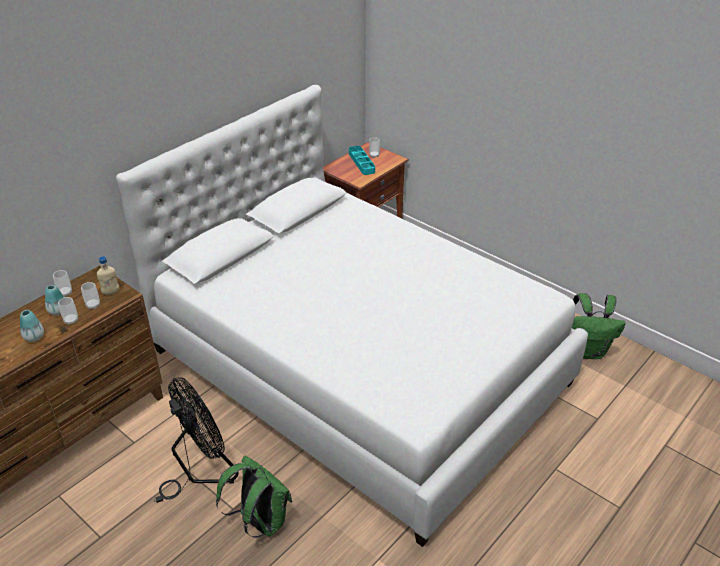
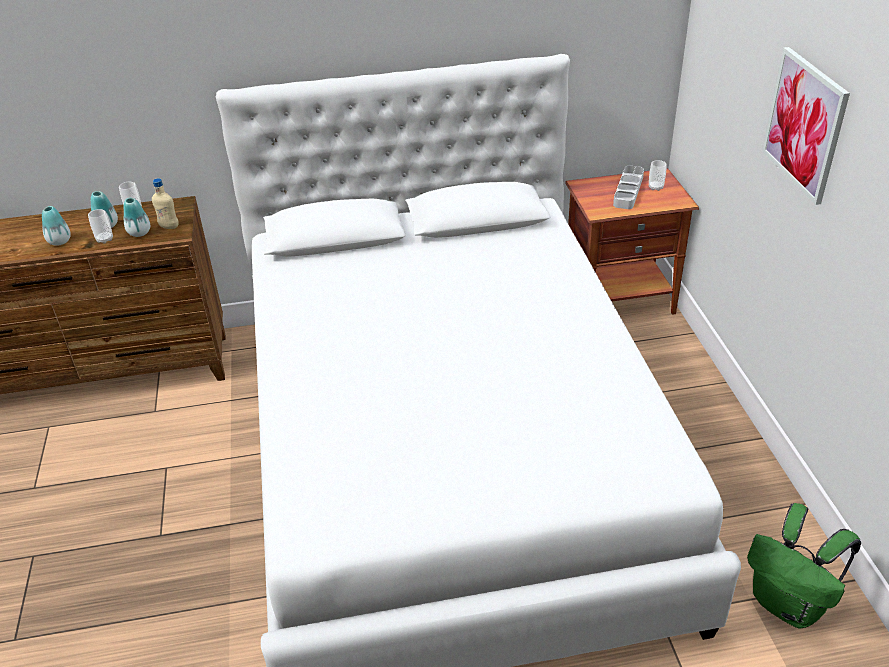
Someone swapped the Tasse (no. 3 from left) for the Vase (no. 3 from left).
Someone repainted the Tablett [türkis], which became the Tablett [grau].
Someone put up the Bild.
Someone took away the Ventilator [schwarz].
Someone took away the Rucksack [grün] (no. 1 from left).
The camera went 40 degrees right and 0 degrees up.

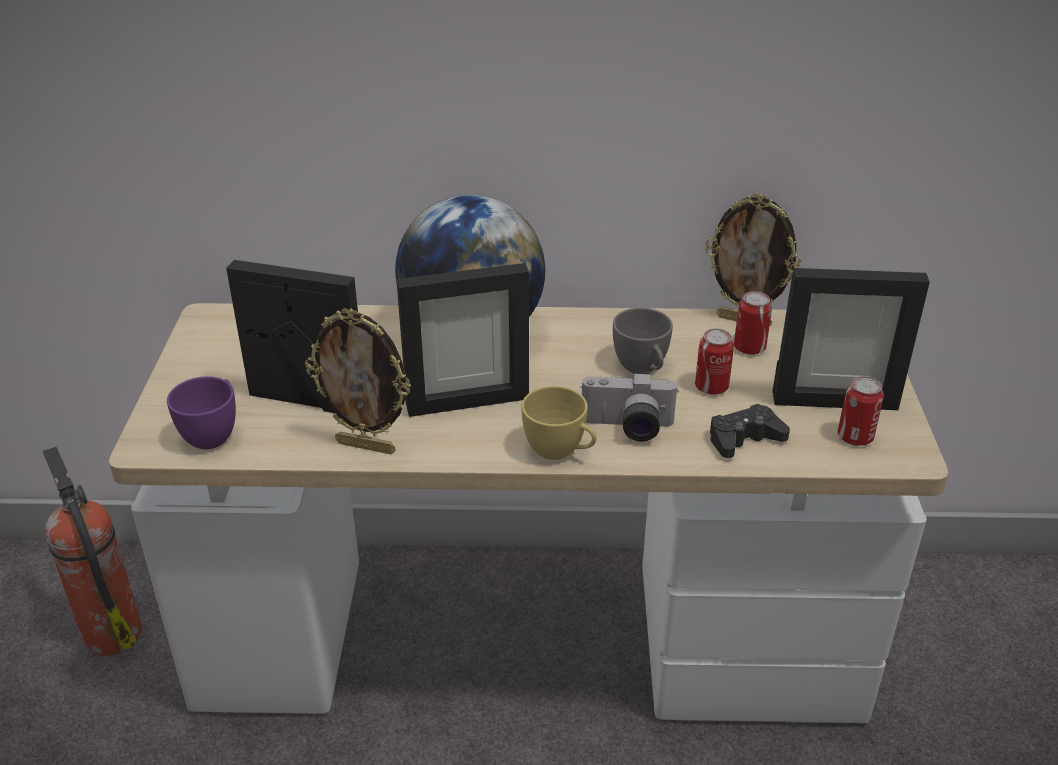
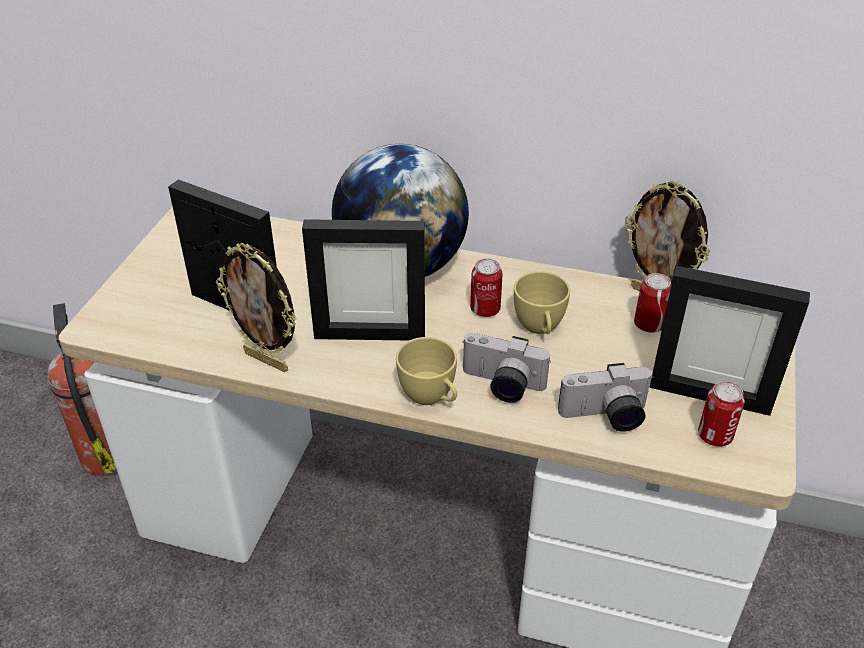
Someone carried the Dose (no. 1 from left).
Someone repainted the Tasse [grau], which became the Tasse [gelb] (no. 2 from left).
Someone swapped the Gamepad [schwarz] for the Kamera (no. 2 from left).
Someone took away the Tasse [lila].
The camera went 15 degrees right and 5 degrees up.

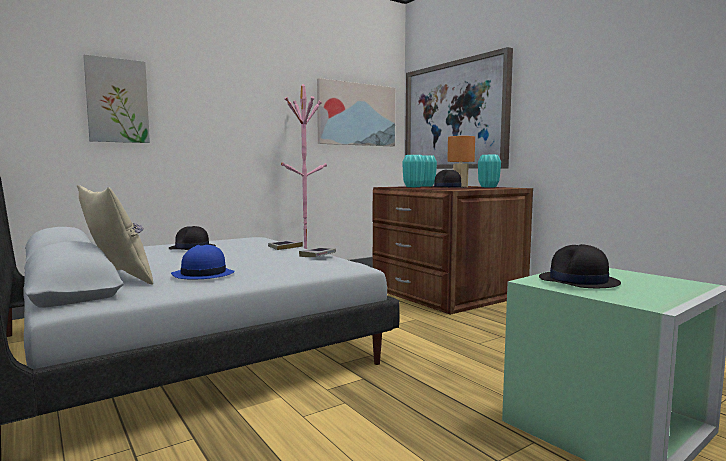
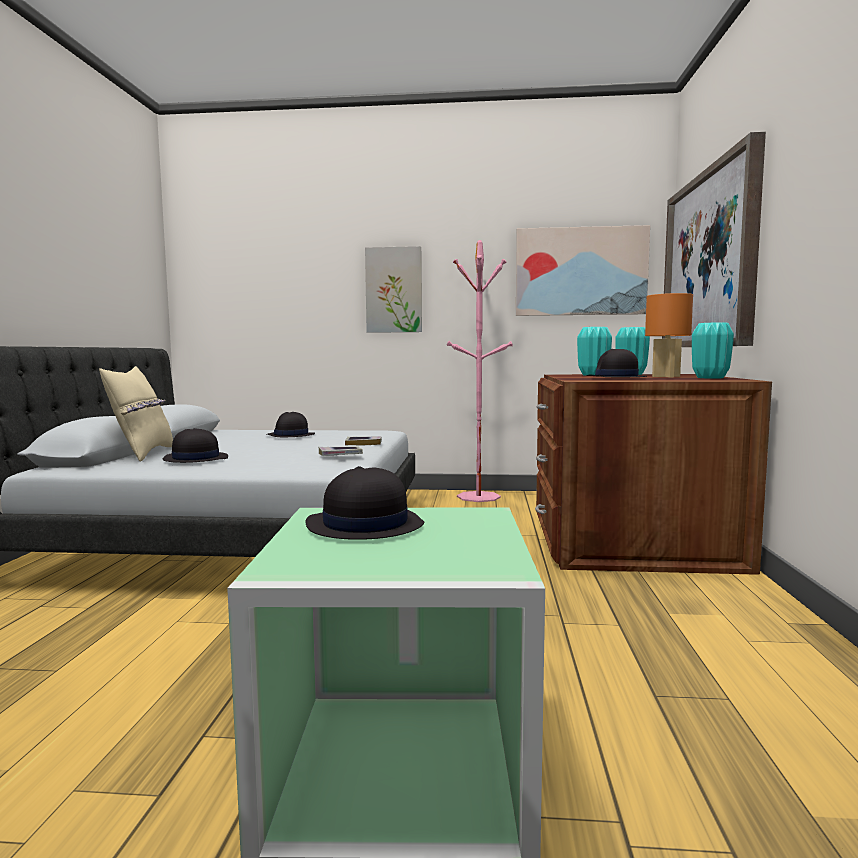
Someone repainted the Hut [blau], which became the Hut [schwarz] (no. 1 from left).
Someone carried the Bild (no. 1 from left).
The camera went 40 degrees right and 0 degrees up.

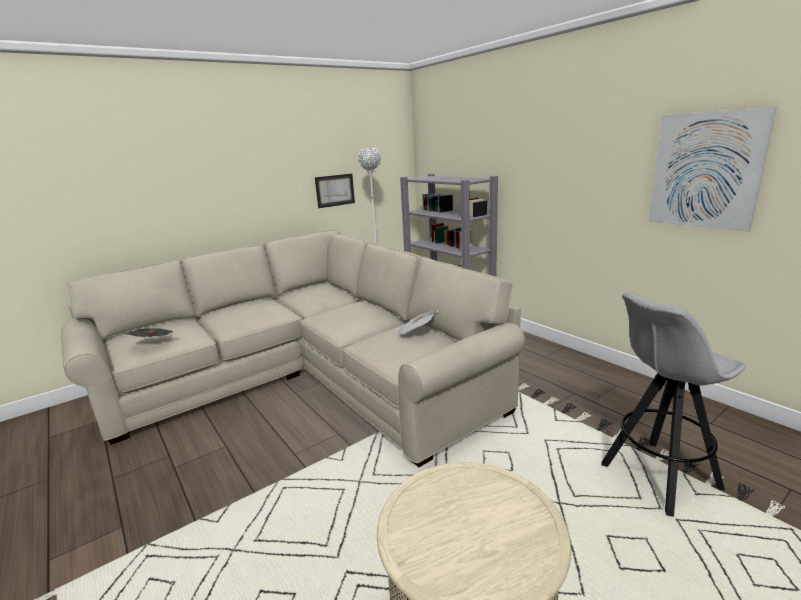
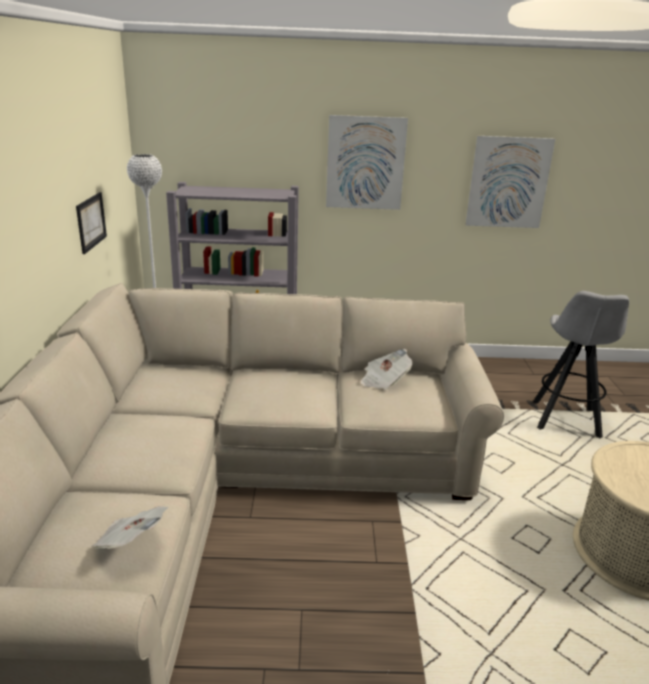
Someone put up the Bild (no. 2 from left).
The camera went 55 degrees left and 5 degrees up.

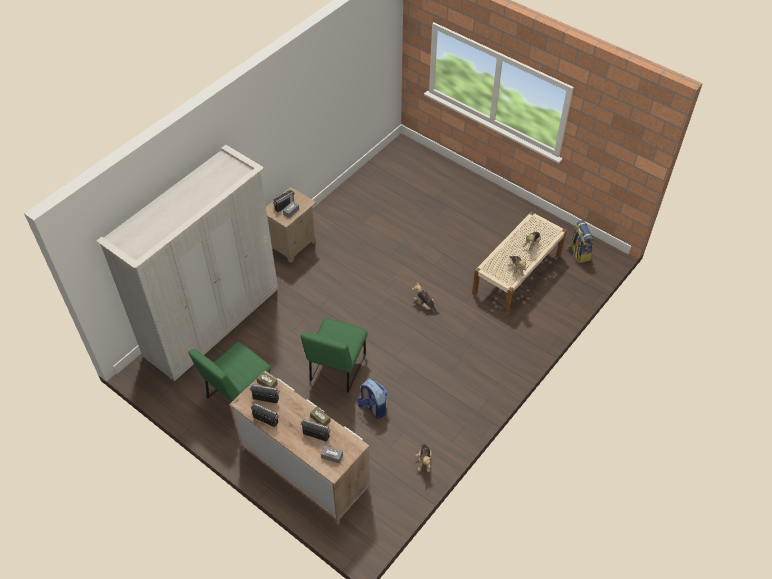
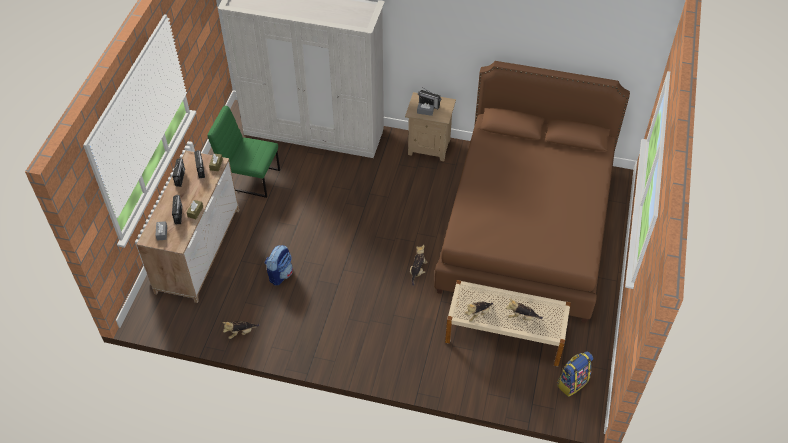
Someone put down the Bett [braun].
Someone took away the Stuhl [grün] (no. 2 from left).
The camera went 65 degrees right and 0 degrees up.

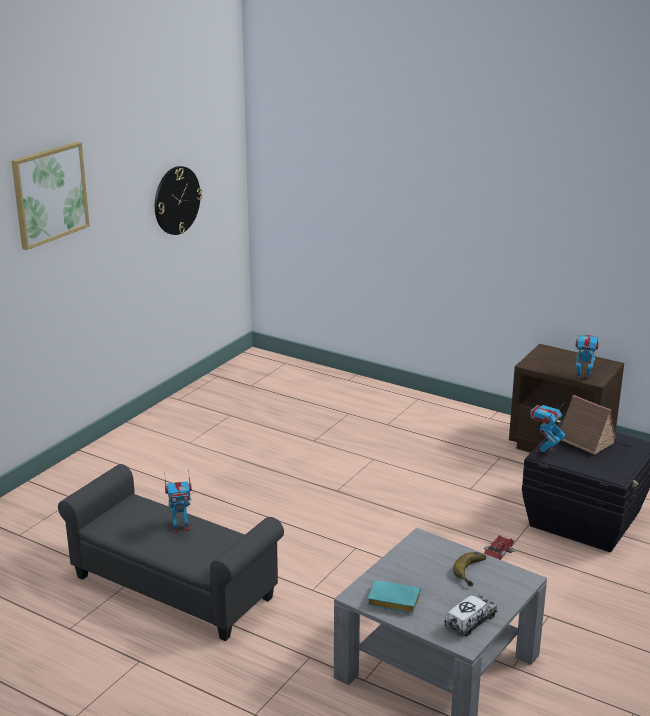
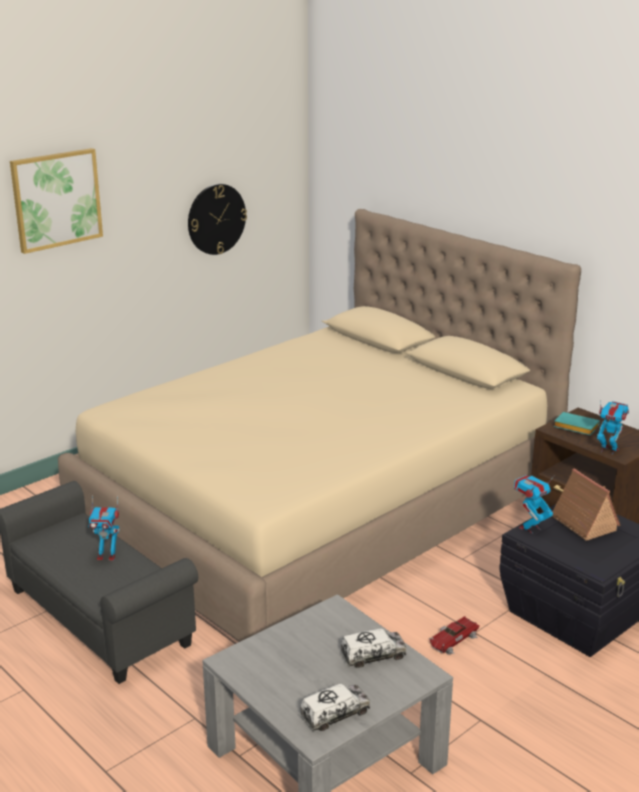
Someone put down the Bett [beige].
Someone swapped the Banane for the Spielzeuglaster (no. 2 from left).
Someone carried the Buch [türkis].
The camera went 15 degrees right and 0 degrees up.

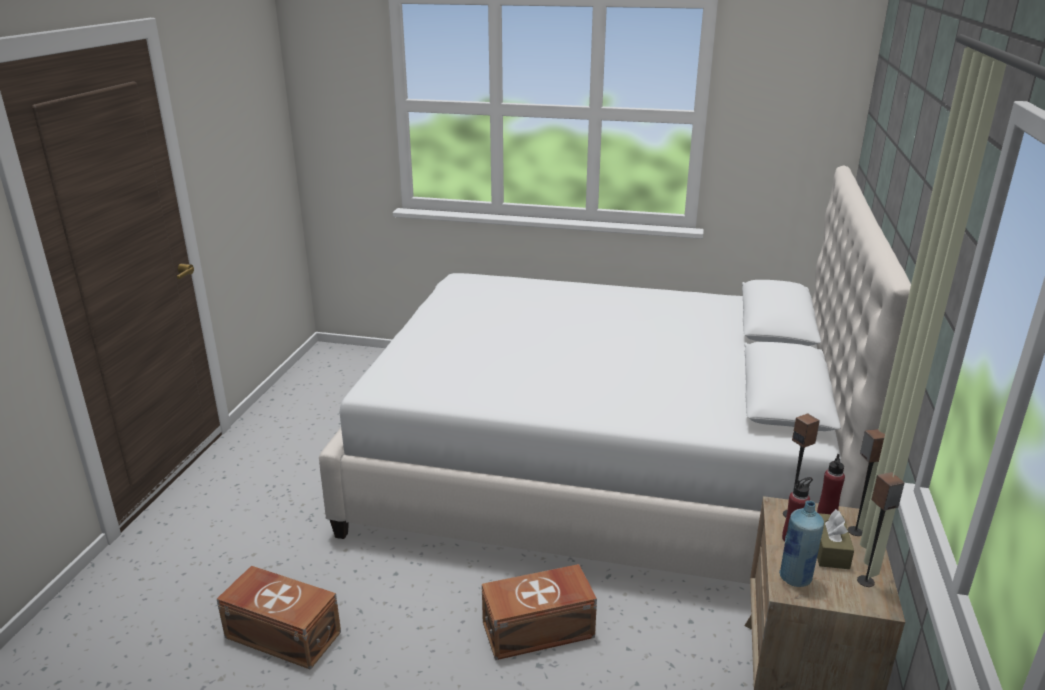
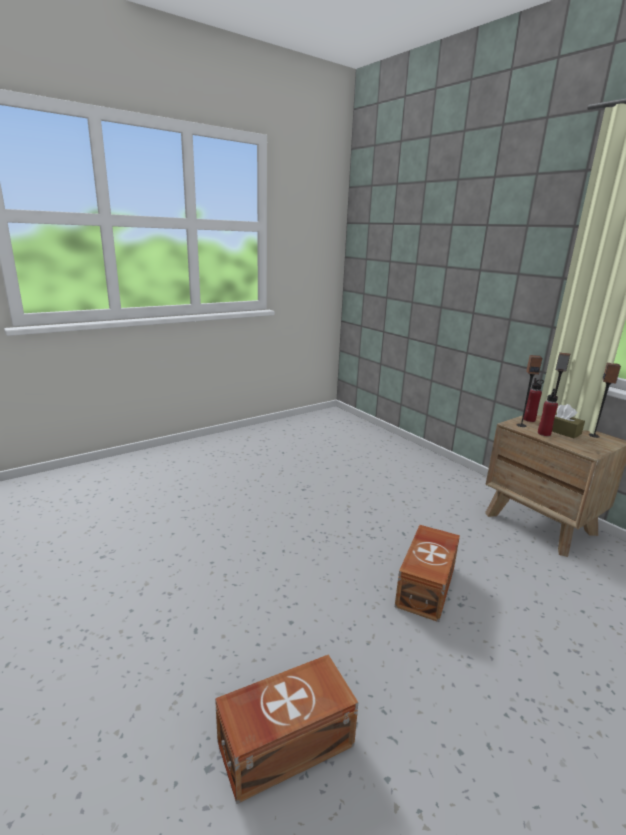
Someone took away the Bett [weiß].
Someone took away the Flasche [blau].
The camera went 50 degrees left and 5 degrees down.

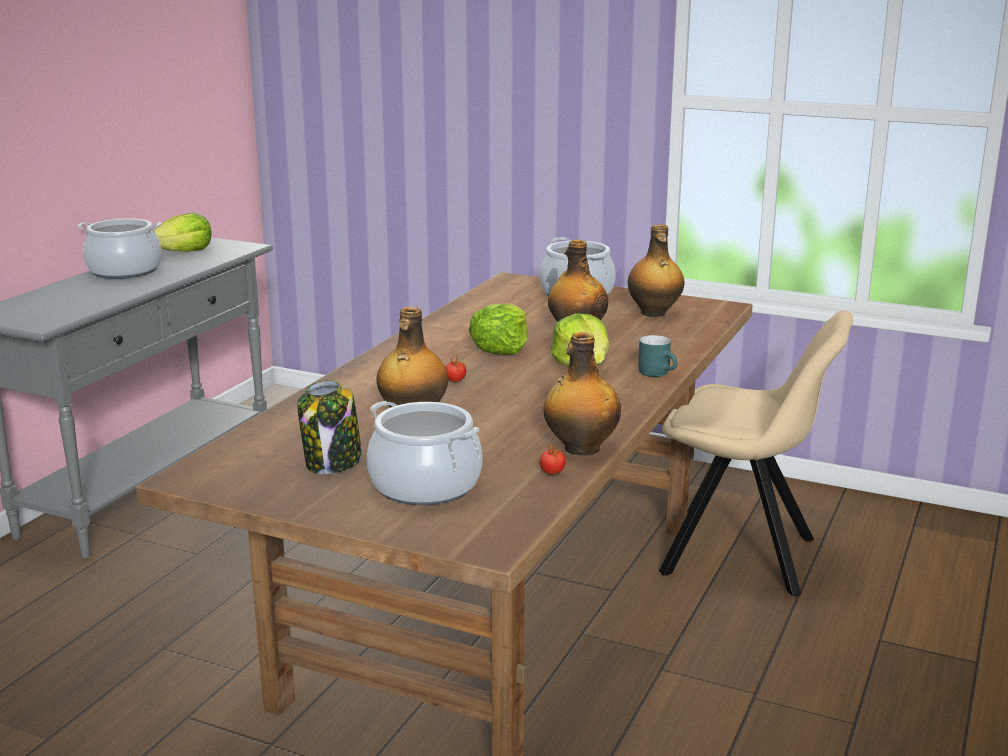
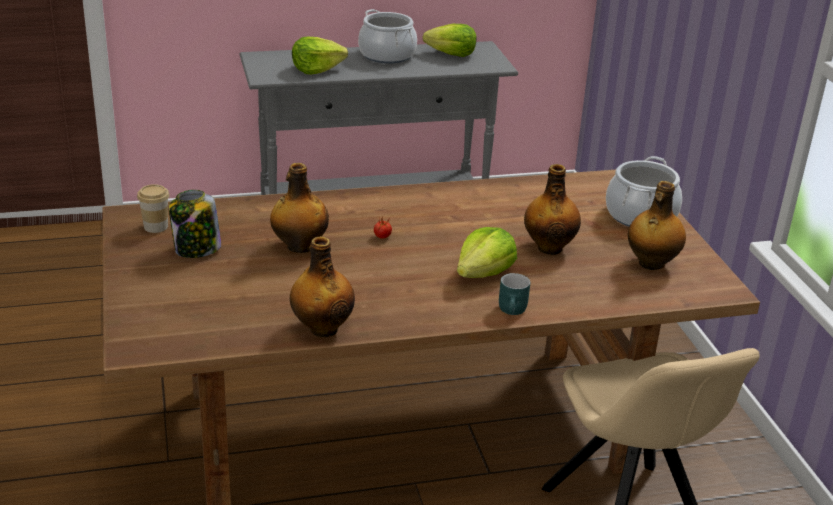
Someone put down the Tasse.
Someone carried the Salatkopf (no. 2 from left in the first image).
Someone took away the Kochtopf (no. 2 from left).
Someone took away the Tomate (no. 2 from left).
The camera went 50 degrees right and 10 degrees up.

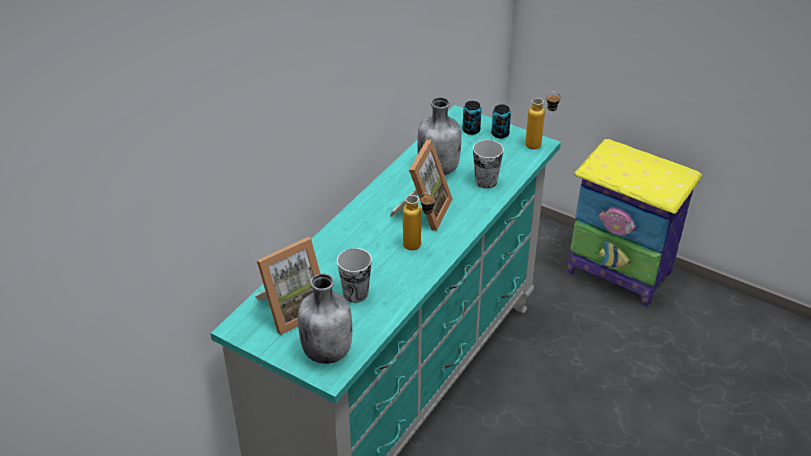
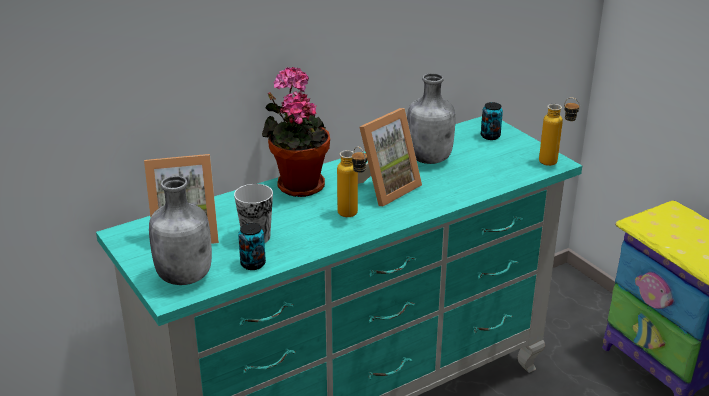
Someone carried the Dose (no. 2 from left in the first image).
Someone put down the Topfpflanze.
Someone took away the Tasse (no. 2 from left).
The camera went 25 degrees right and 10 degrees down.

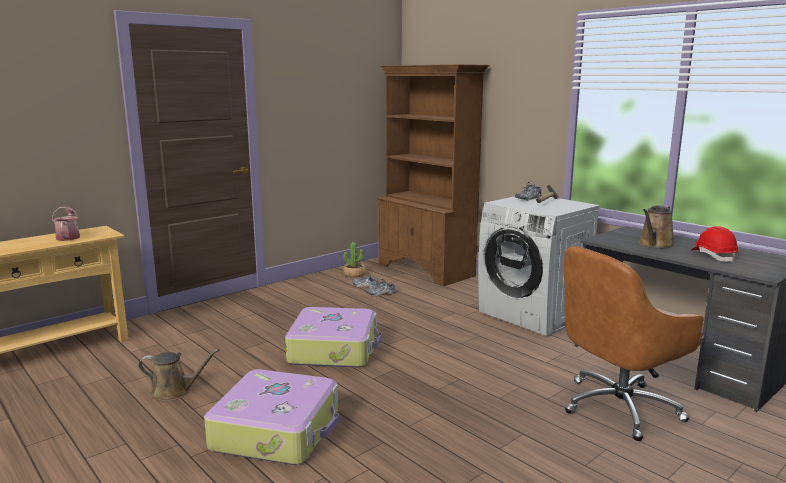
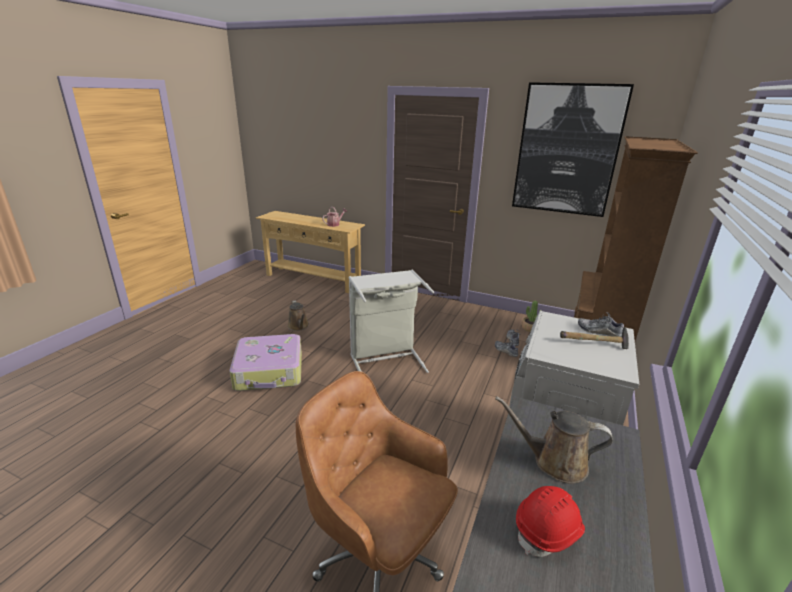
Someone swapped the Koffer (no. 2 from left) for the Wäschekorb [grau].
Someone put up the Bild.
The camera went 65 degrees right and 10 degrees up.

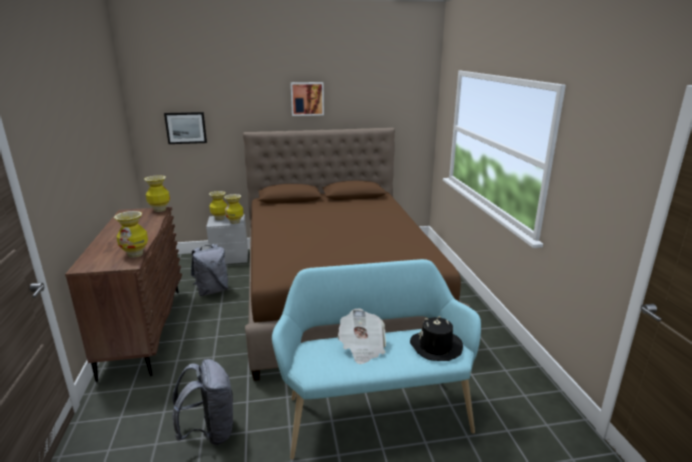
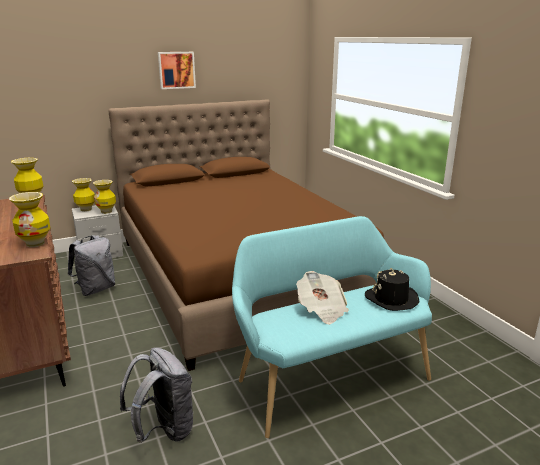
Someone took away the Bild (no. 1 from left).
The camera went 15 degrees left and 0 degrees up.

